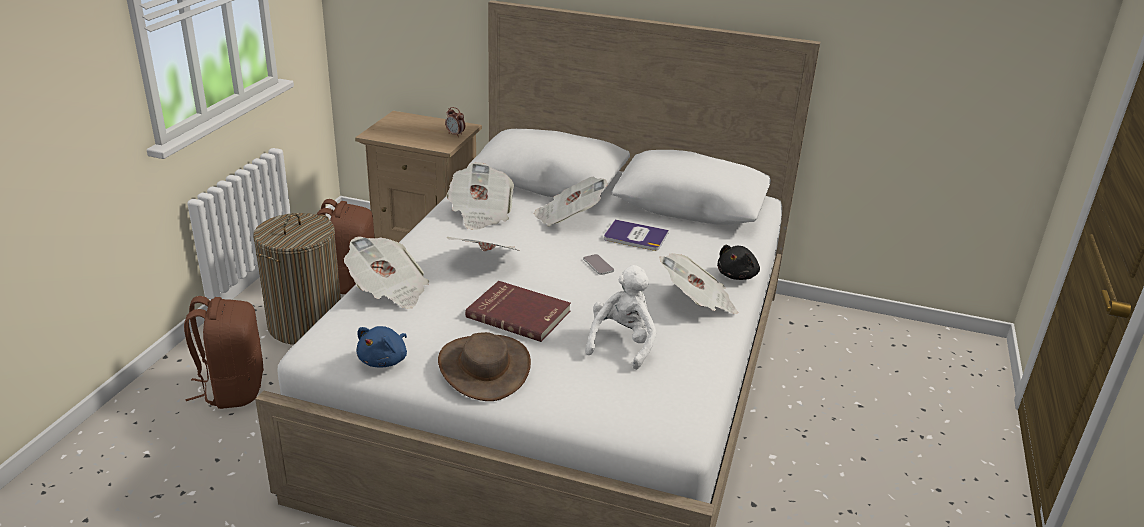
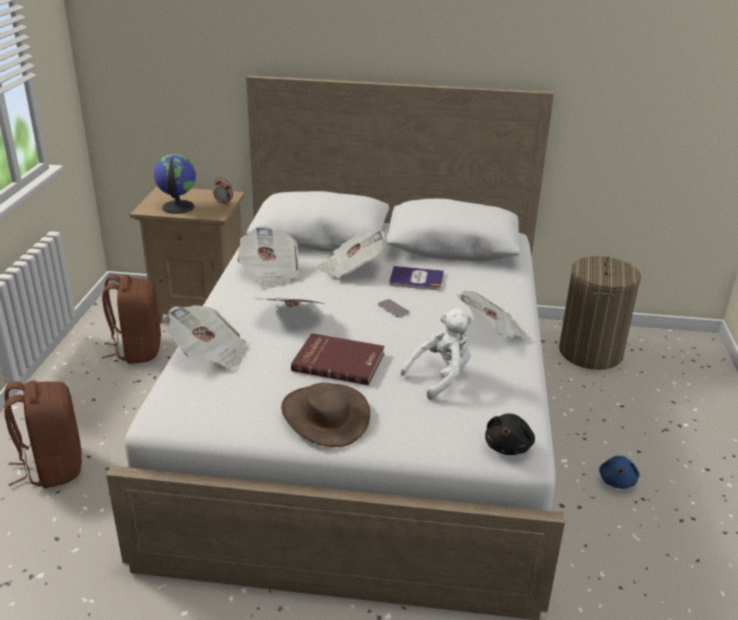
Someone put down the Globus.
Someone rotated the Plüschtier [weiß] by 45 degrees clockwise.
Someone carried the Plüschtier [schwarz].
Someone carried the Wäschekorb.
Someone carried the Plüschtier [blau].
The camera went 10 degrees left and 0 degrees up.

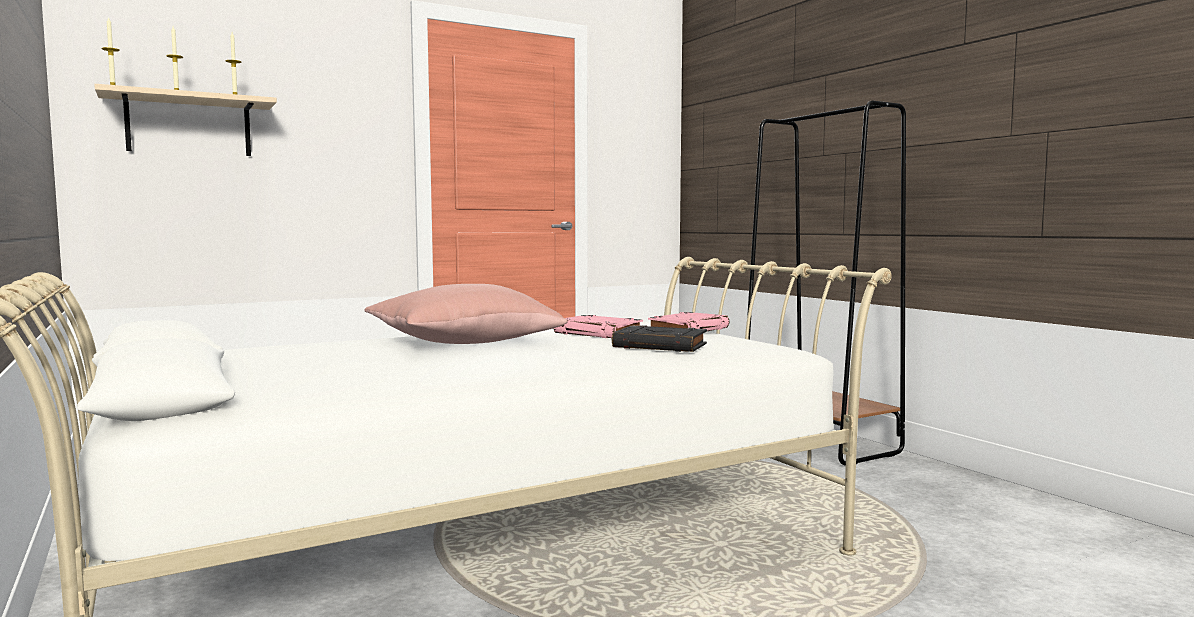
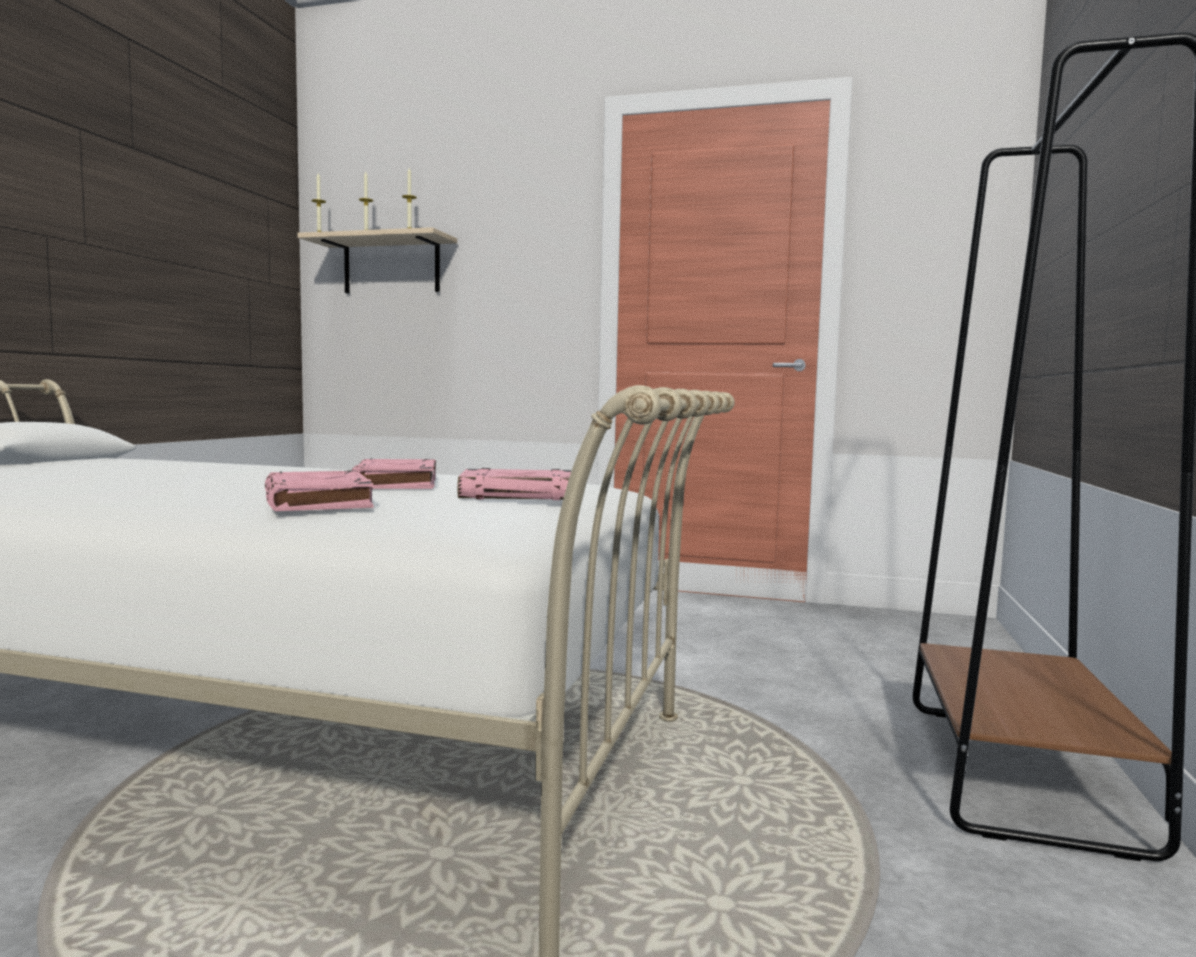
Someone repainted the Buch [schwarz], which became the Buch [rosa] (no. 1 from left).
Someone took away the Kissen [rosa].
The camera went 45 degrees right and 0 degrees up.

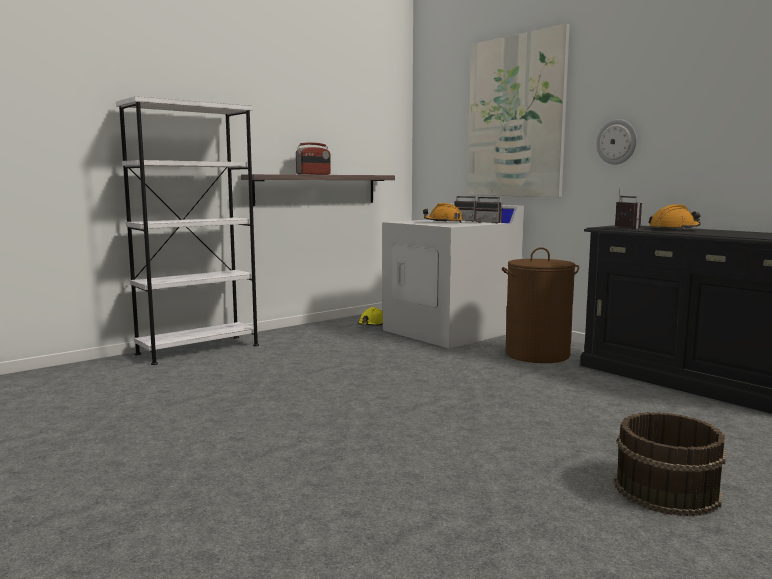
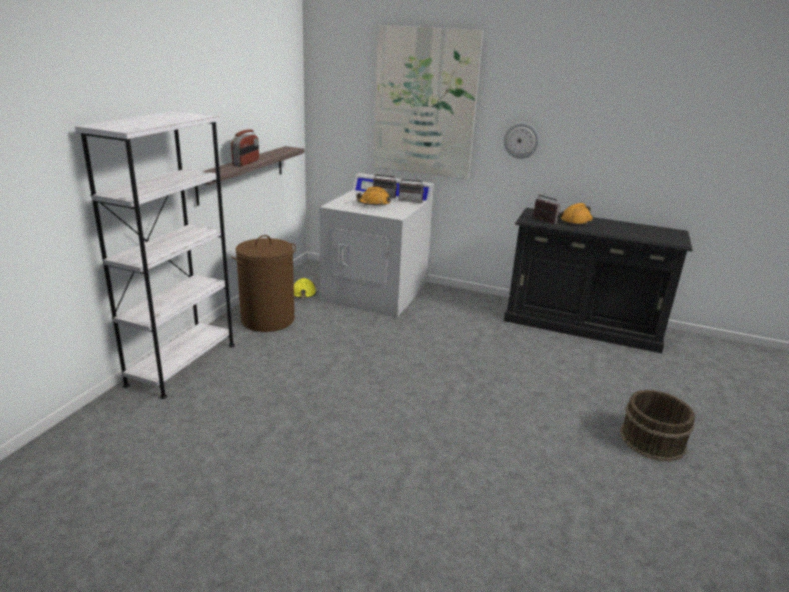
Someone carried the Wäschekorb [braun].
The camera went 30 degrees left and 15 degrees up.

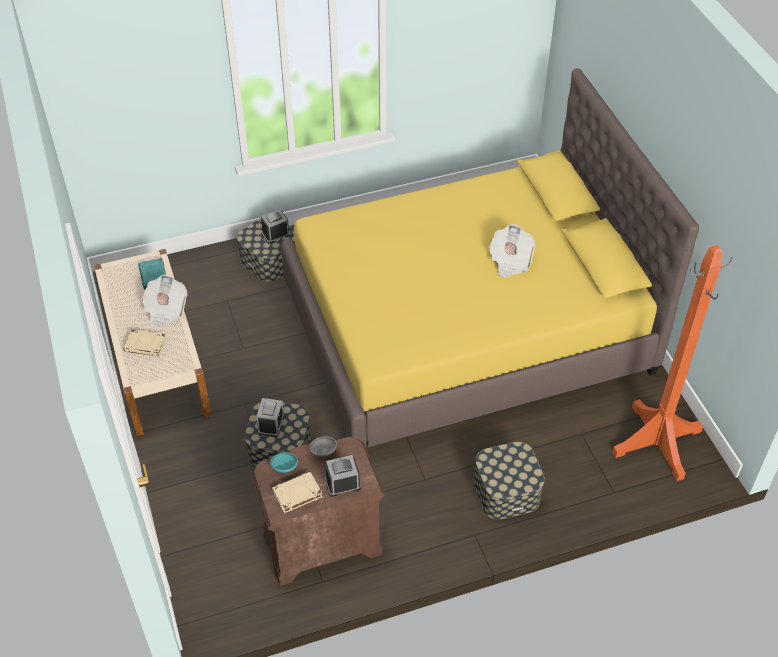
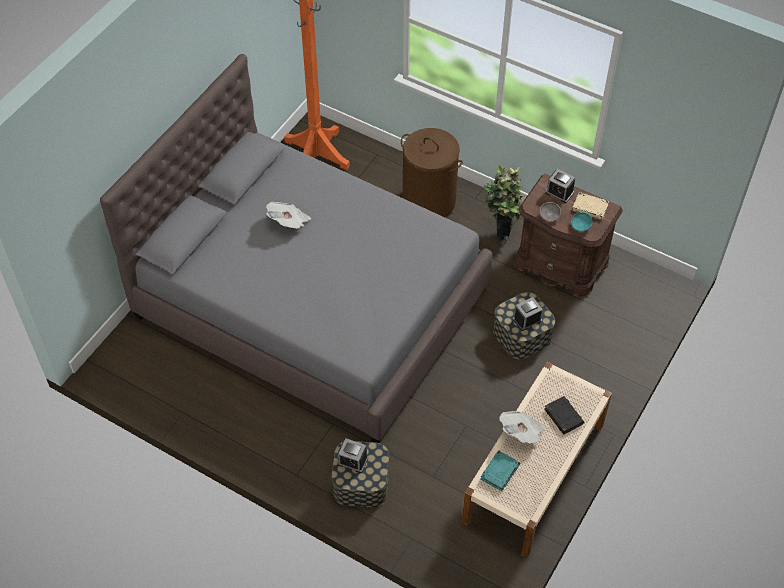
Someone repainted the Bett [gelb], which became the Bett [grau].
Someone swapped the Aufbewahrungsbox (no. 3 from left) for the Wäschekorb [braun].
Someone put down the Topfpflanze.
Someone repainted the Buch [beige] (no. 1 from left), which became the Buch [schwarz].
The camera went 130 degrees left and 5 degrees up.

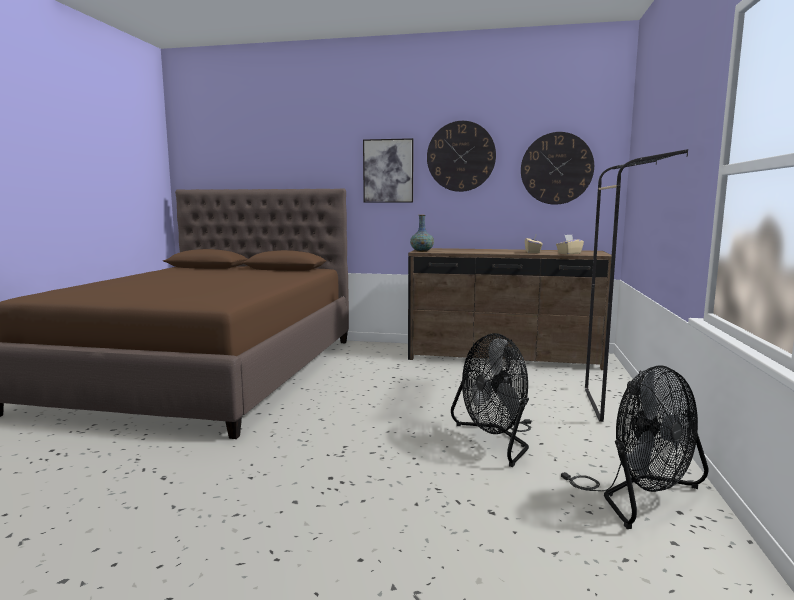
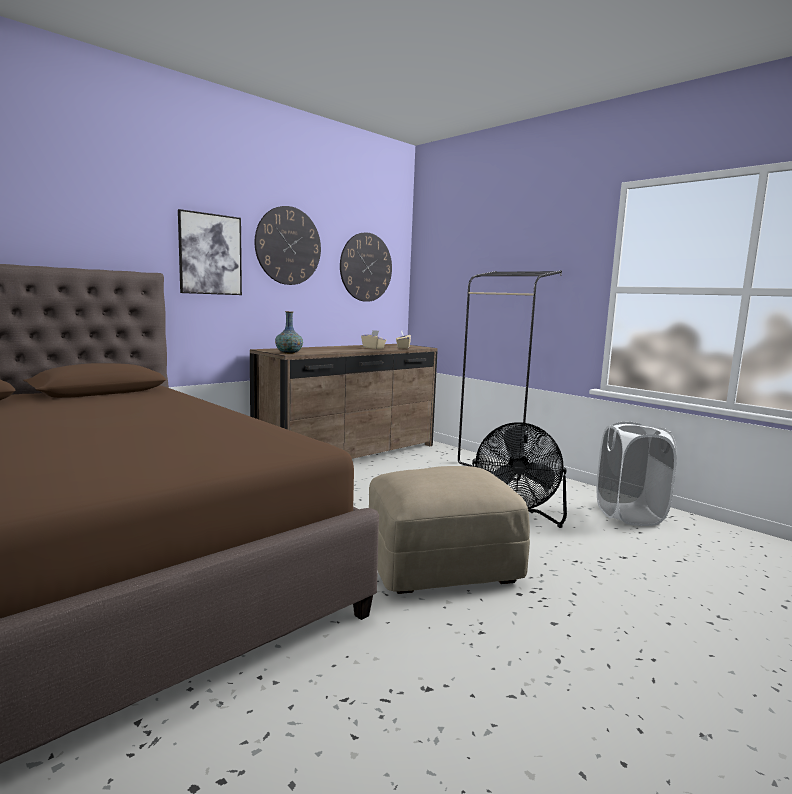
Someone put down the Polsterhocker [beige].
Someone swapped the Ventilator [schwarz] (no. 2 from left) for the Wäschekorb [weiß].
The camera went 55 degrees left and 0 degrees up.

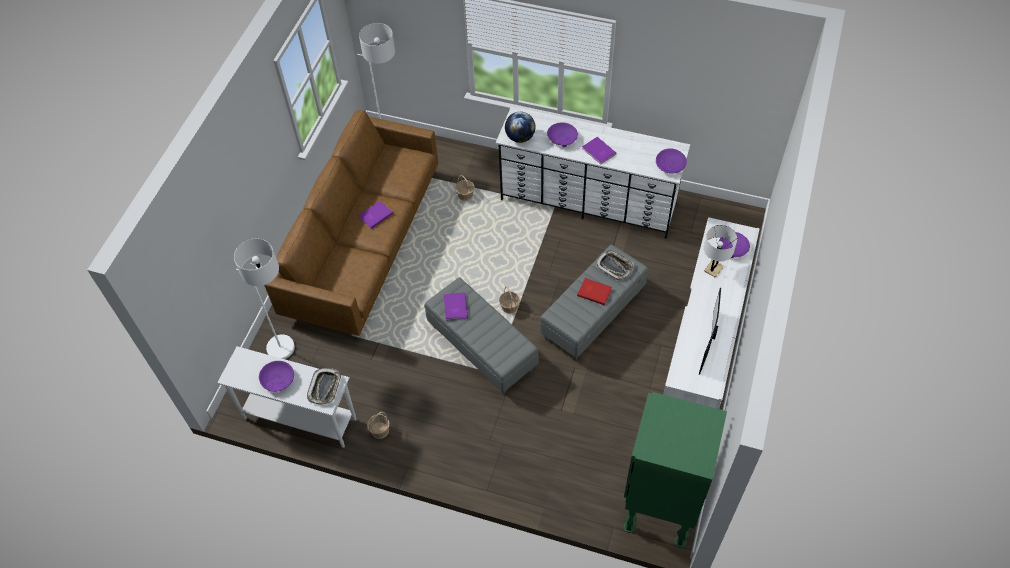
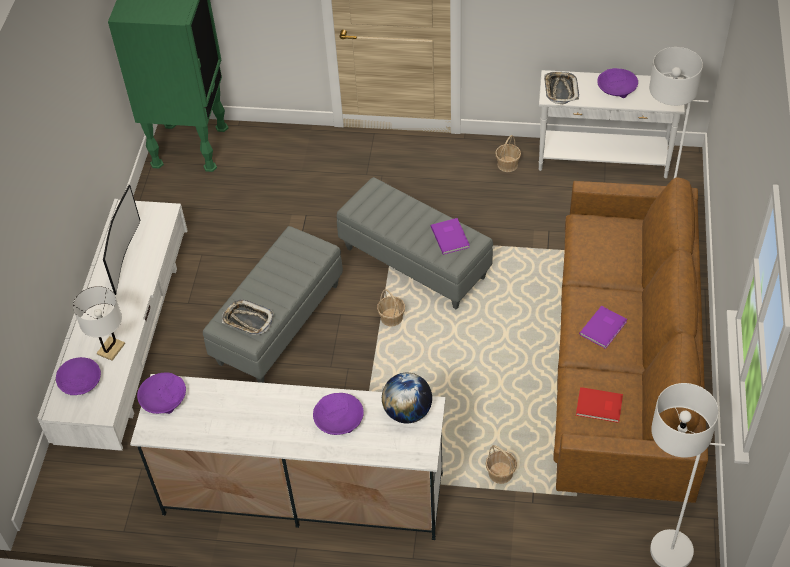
Someone carried the Buch [rot].
Someone took away the Buch [lila] (no. 3 from left).
The camera went 170 degrees right and 5 degrees down.

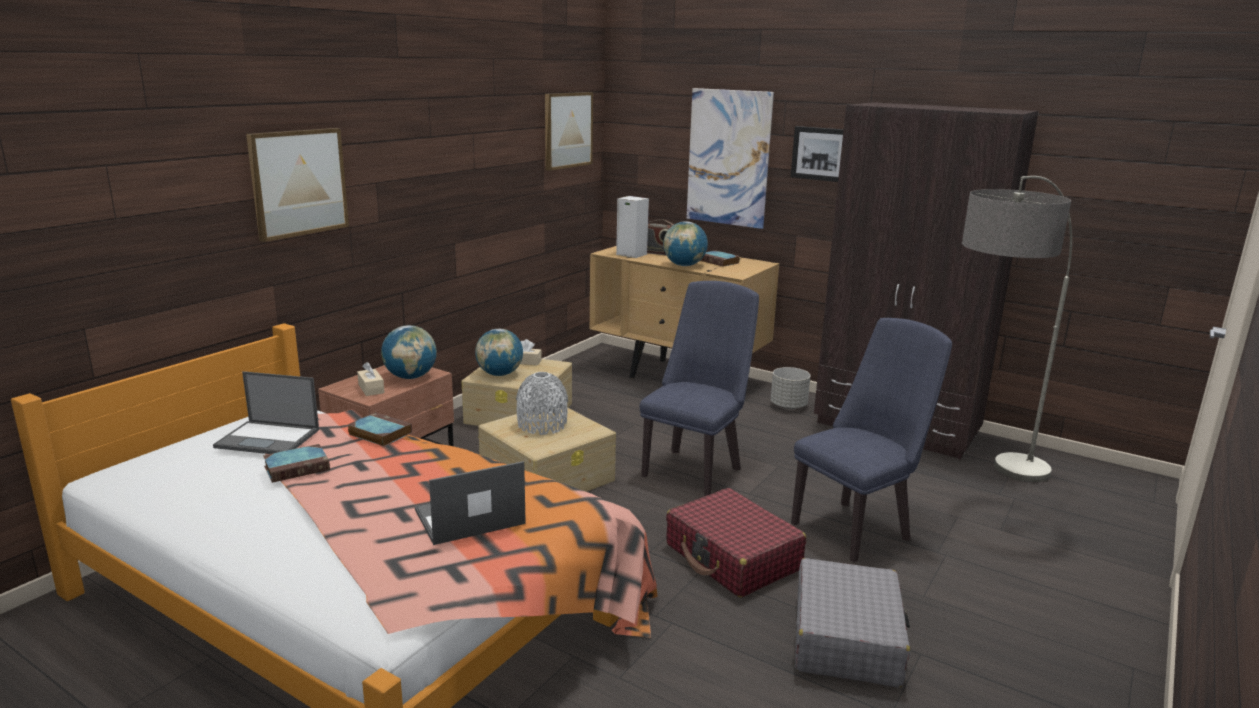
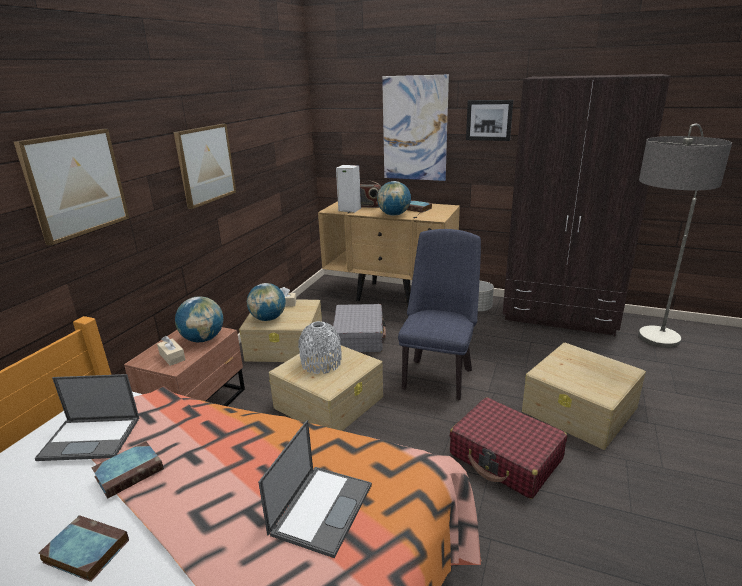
Someone carried the Buch (no. 2 from left in the first image).
Someone carried the Bild (no. 2 from left).
Someone rotated the Laptop (no. 2 from left) by 150 degrees clockwise.
Someone carried the Koffer [grau].
Someone swapped the Stuhl [blau] (no. 2 from left) for the Aufbewahrungsbox [beige] (no. 3 from left).
The camera went 10 degrees left and 5 degrees up.

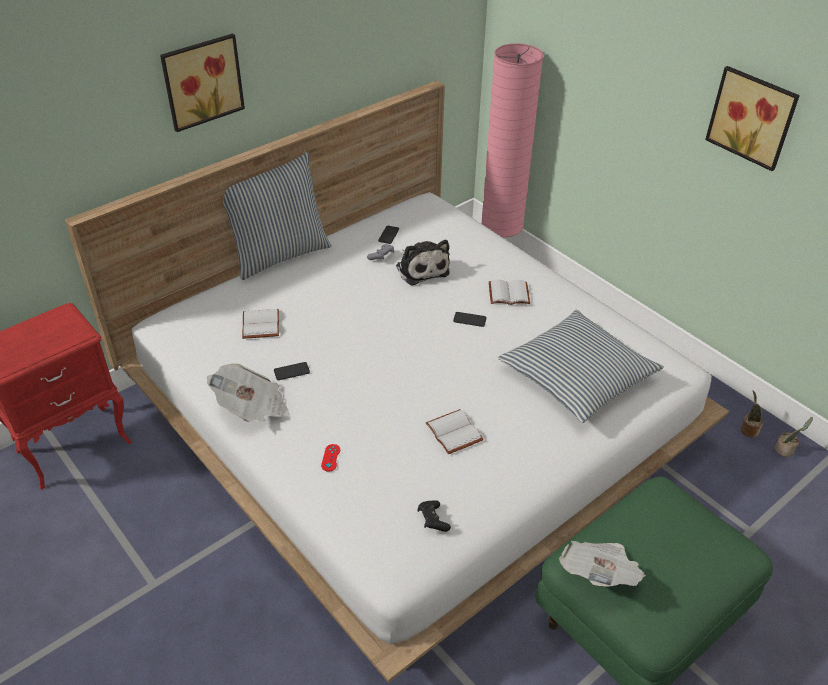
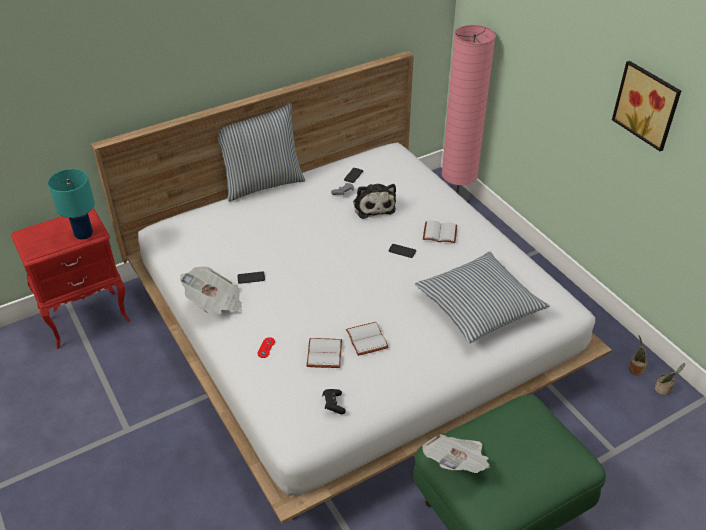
Someone put down the Tischlampe [türkis].
Someone carried the Buch [weiß] (no. 1 from left).
Someone took away the Bild (no. 1 from left).
The camera went 10 degrees right and 0 degrees up.

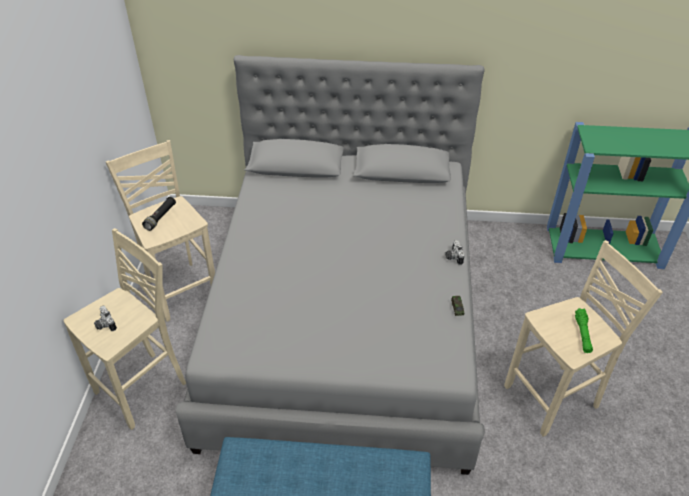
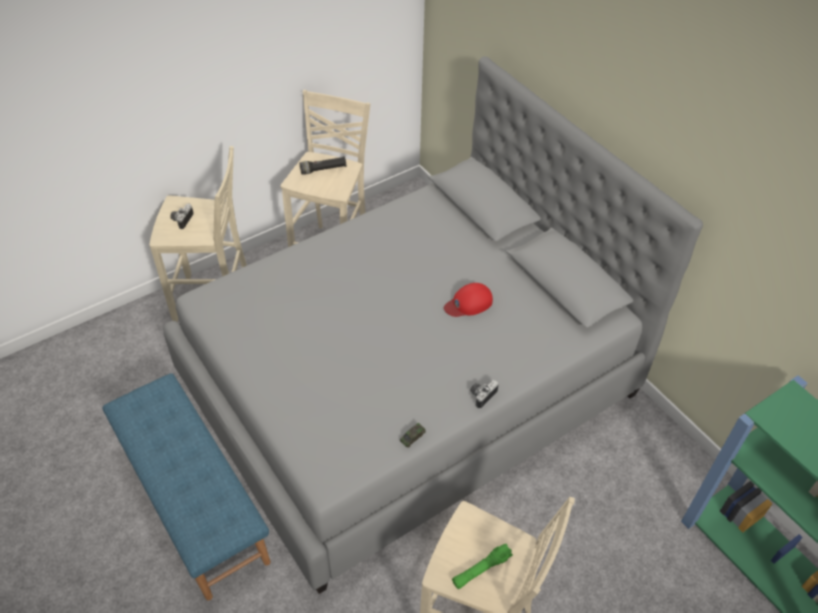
Someone put down the Kappe [rot].
The camera went 50 degrees right and 5 degrees up.

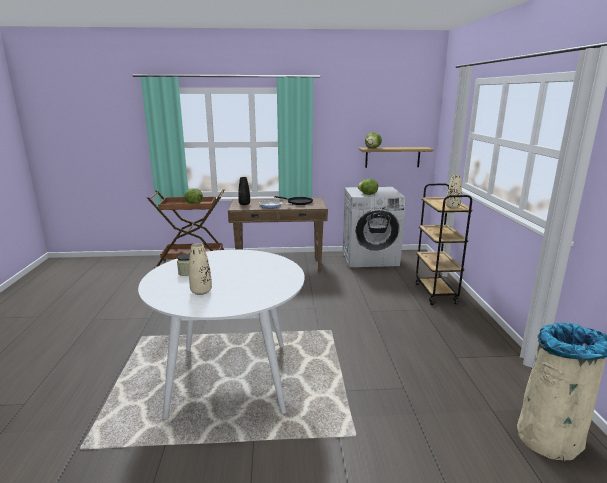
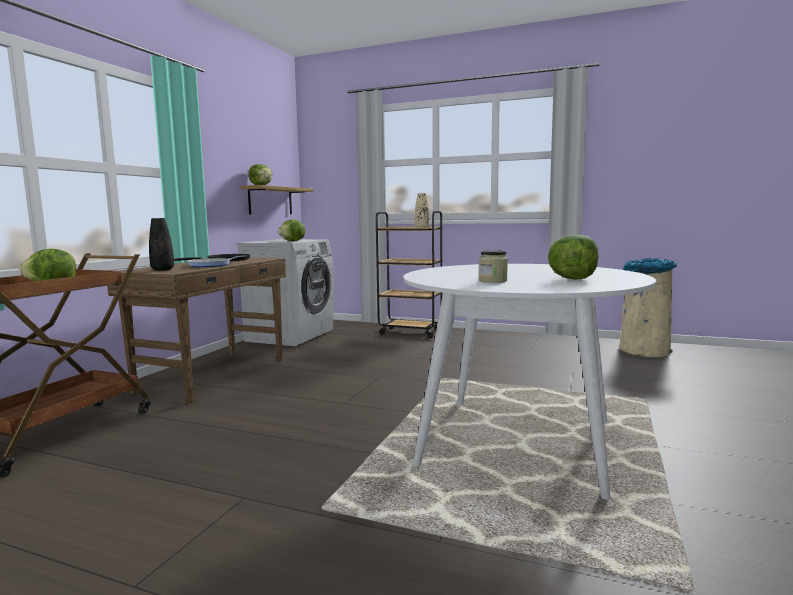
Someone swapped the Vase [beige] (no. 1 from left) for the Salatkopf (no. 4 from left).
The camera went 65 degrees left and 10 degrees down.

